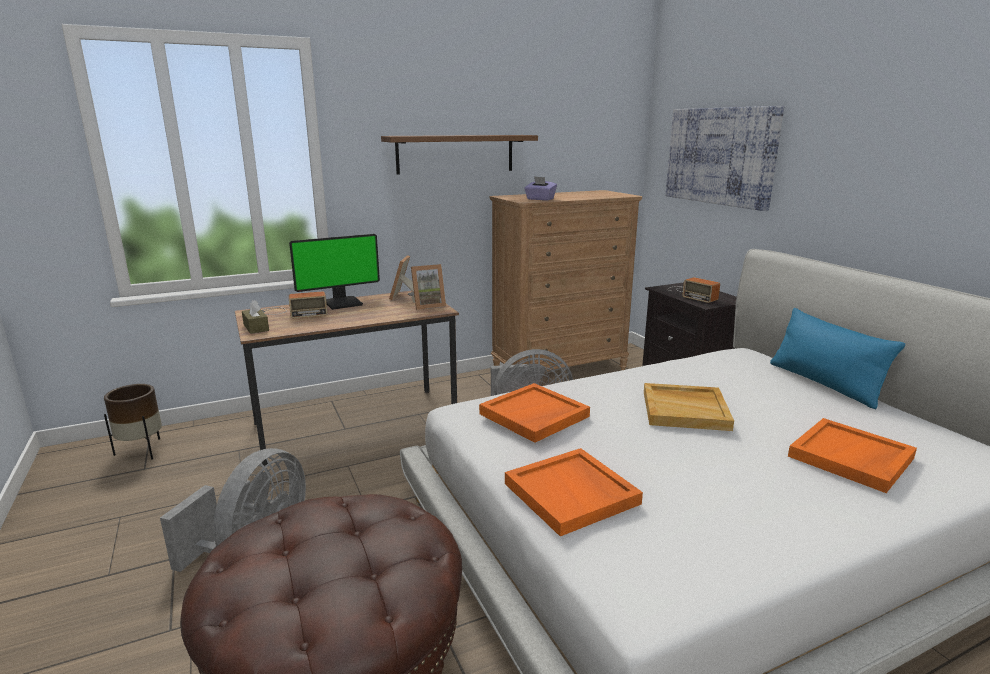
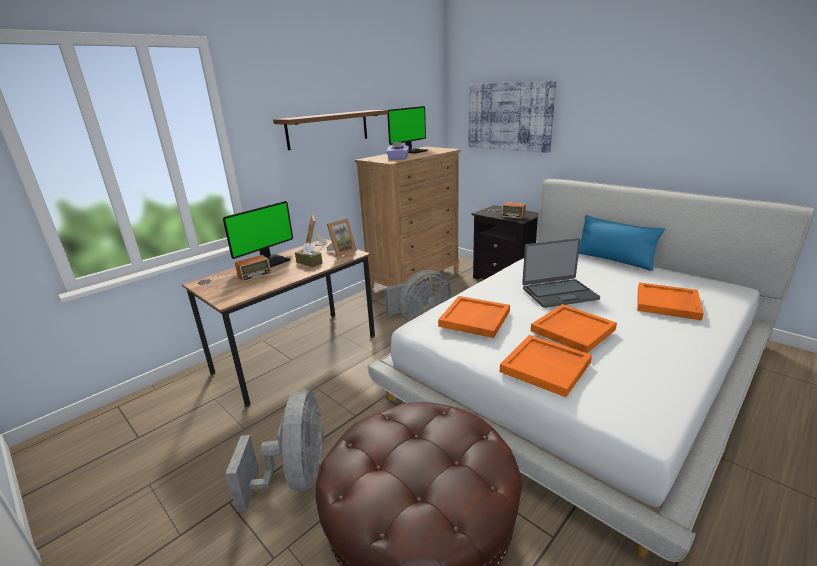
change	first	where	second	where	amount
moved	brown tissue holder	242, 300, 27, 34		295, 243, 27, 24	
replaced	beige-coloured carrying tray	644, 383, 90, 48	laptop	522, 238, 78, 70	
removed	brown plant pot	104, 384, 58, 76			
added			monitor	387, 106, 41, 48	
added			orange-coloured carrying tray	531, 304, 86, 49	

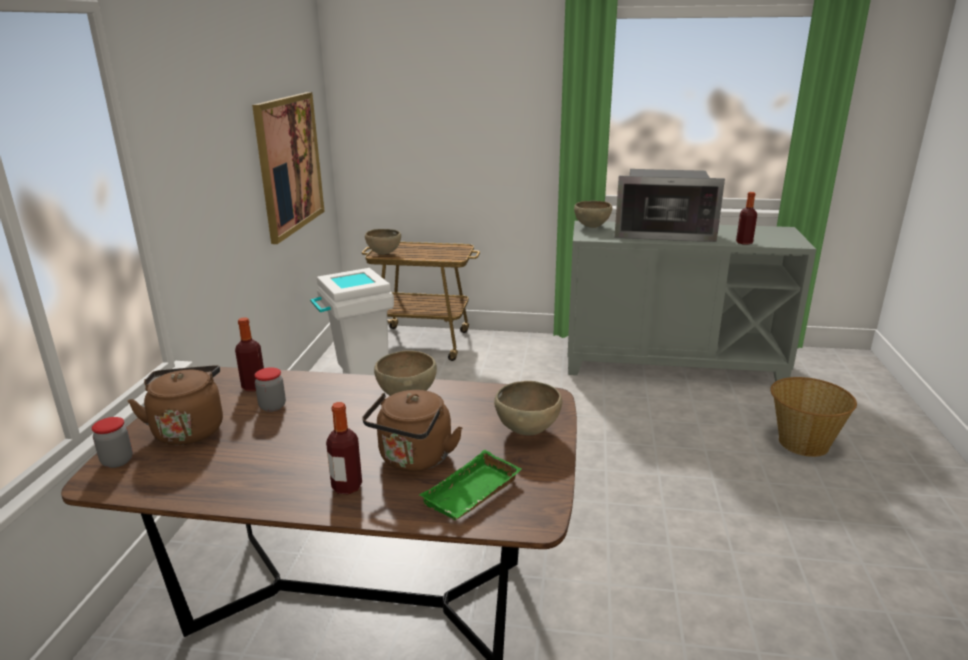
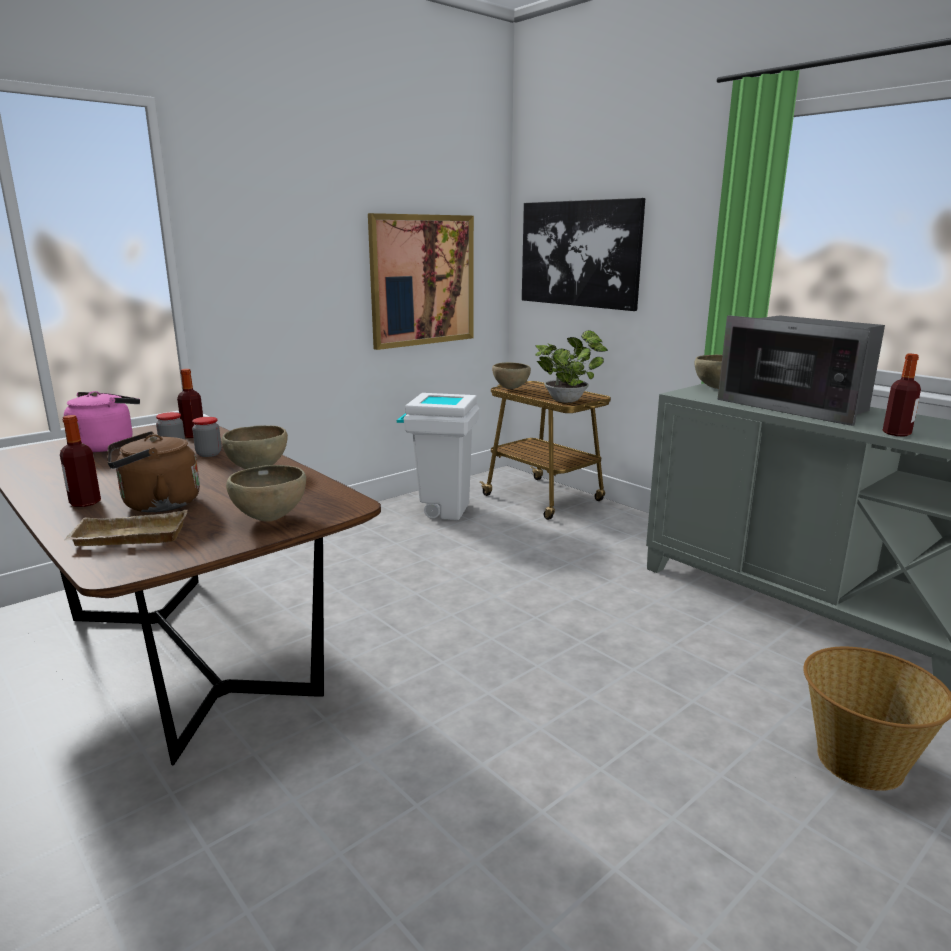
change	first	where	second	where	amount
recoloured	brown water kettle	128, 365, 95, 80	pink water kettle	64, 391, 76, 61	
moved	preserve jar	92, 417, 41, 51		192, 417, 30, 40	
recoloured	green carrying tray	419, 450, 103, 70	beige-coloured carrying tray	64, 510, 124, 36	
added			picture	522, 198, 123, 113	
added			houseplant	535, 330, 73, 73	

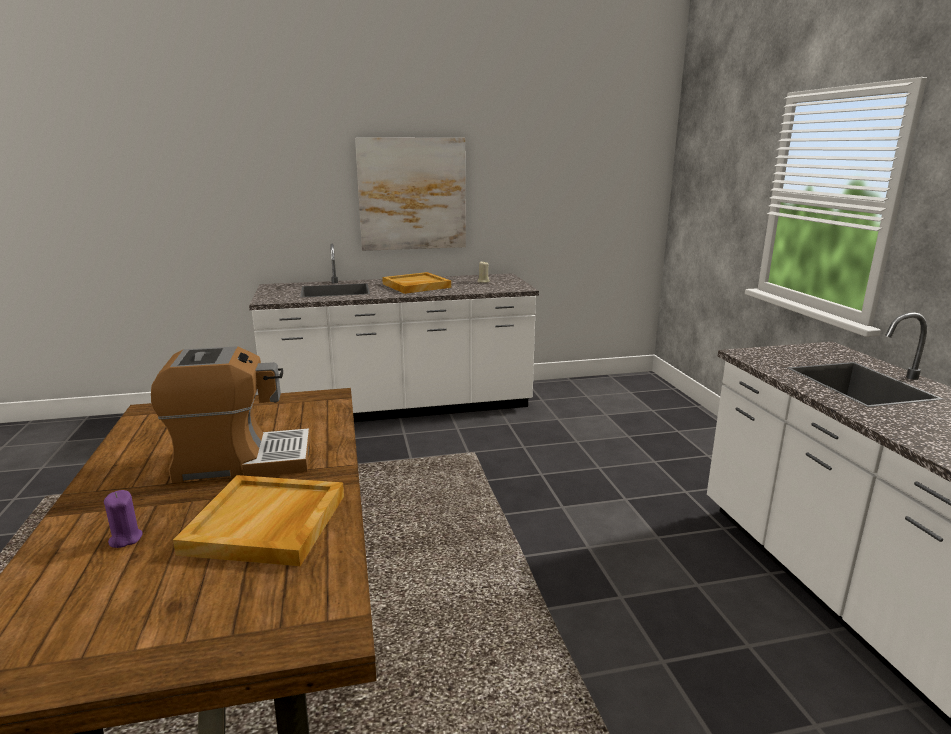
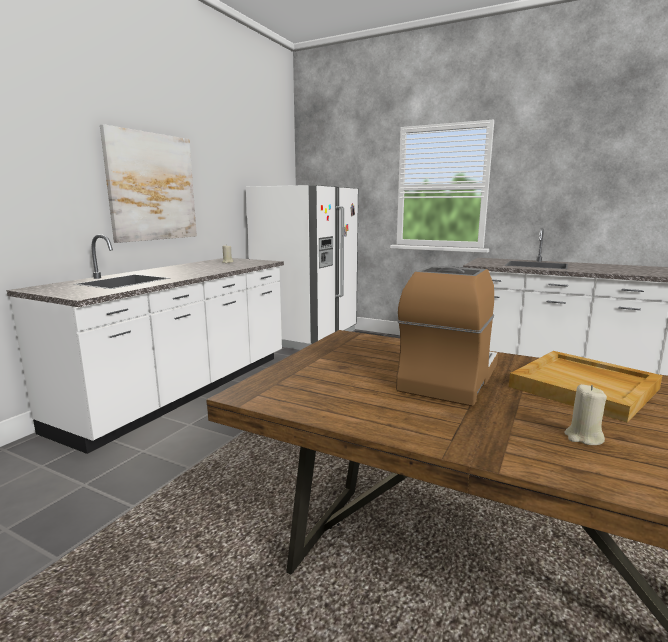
change	first	where	second	where	amount
removed	beige-coloured carrying tray	382, 272, 69, 22			
recoloured	purplish candle	104, 490, 39, 58	beige-coloured candle	565, 384, 42, 61	
added			white-coloured refrigerator	246, 185, 113, 165	

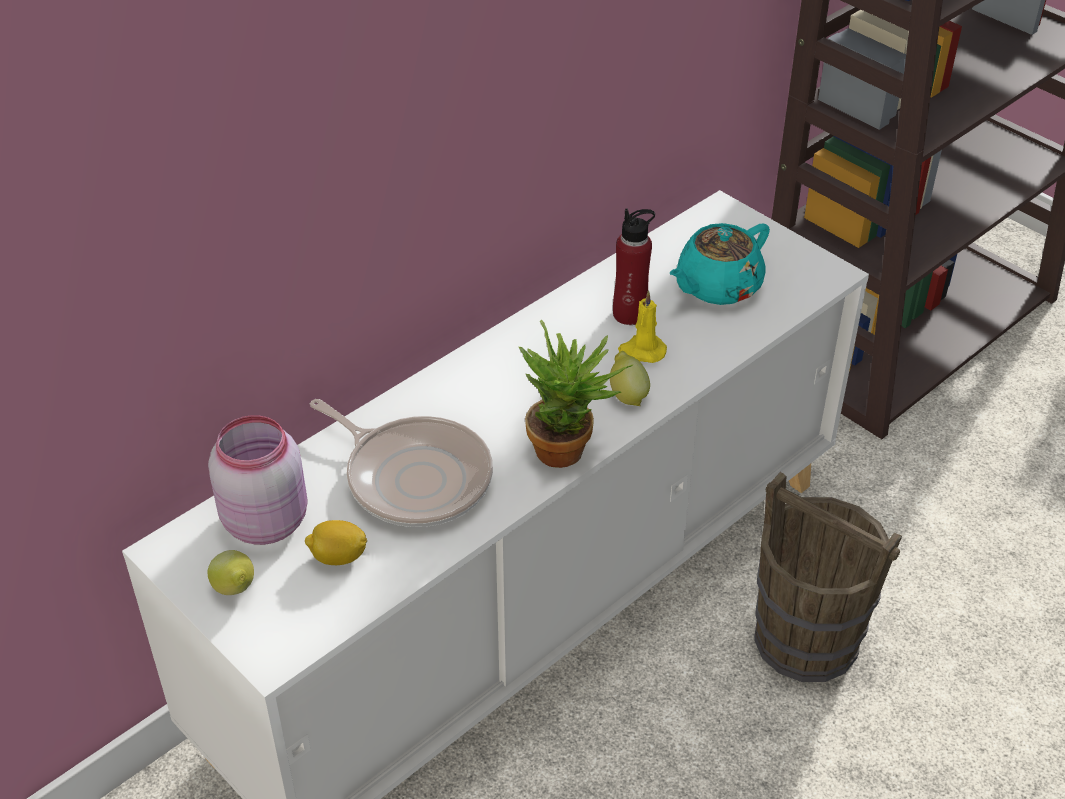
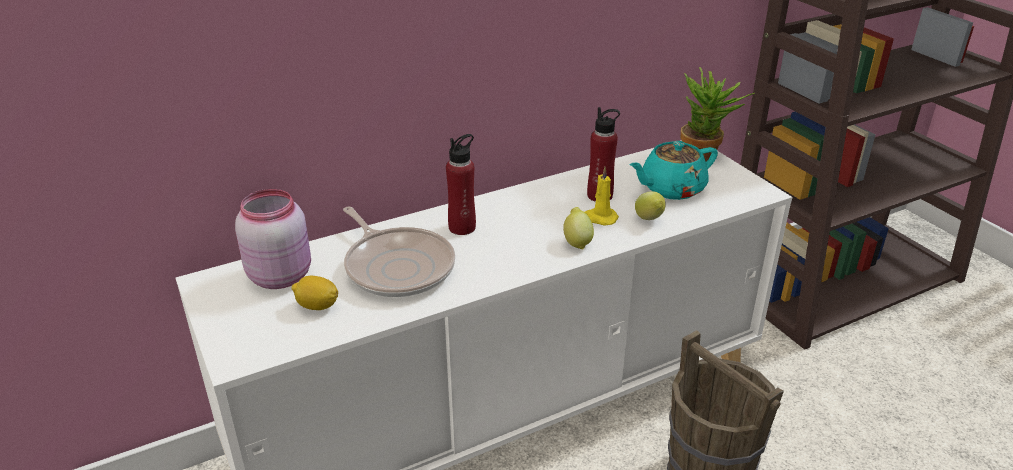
change	first	where	second	where	amount
moved	houseplant	519, 320, 114, 148		681, 67, 74, 95	
moved	citrus fruit	208, 550, 46, 45		635, 191, 31, 29	
added			reddish drink bottle	446, 134, 30, 101	

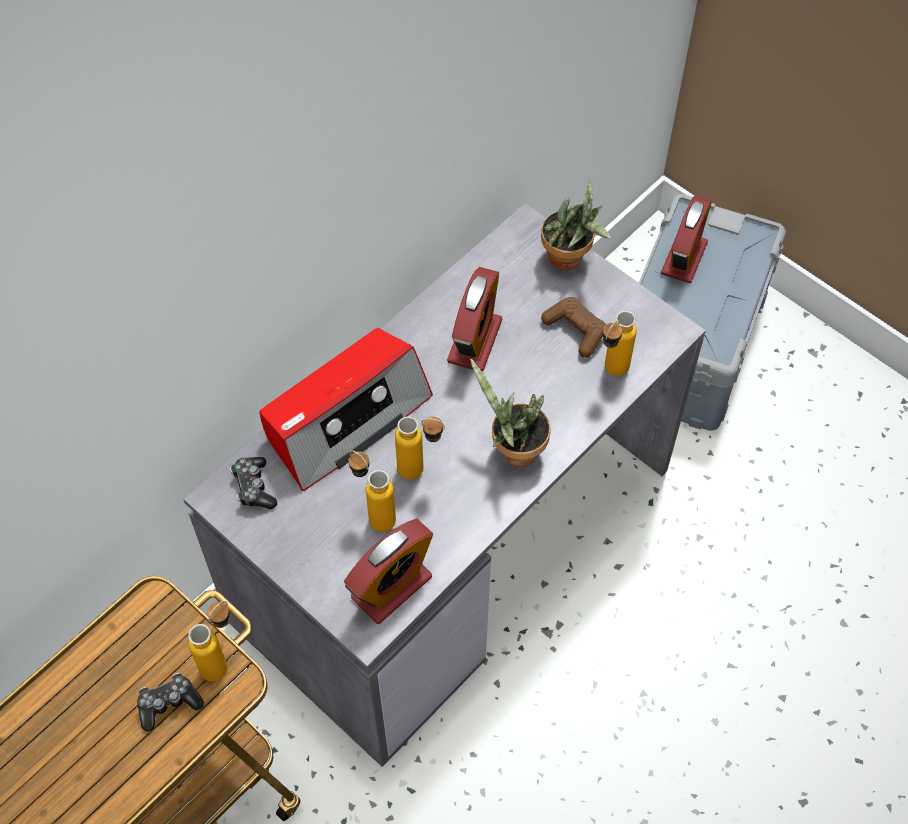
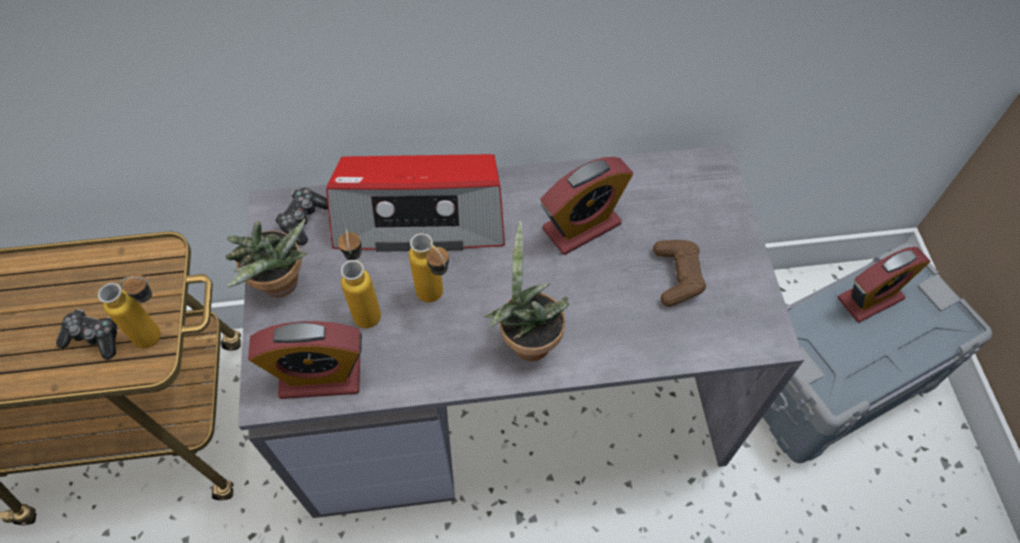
change	first	where	second	where	amount
moved	houseplant	541, 179, 70, 91		225, 219, 83, 79	
removed	drink bottle	602, 311, 35, 65			

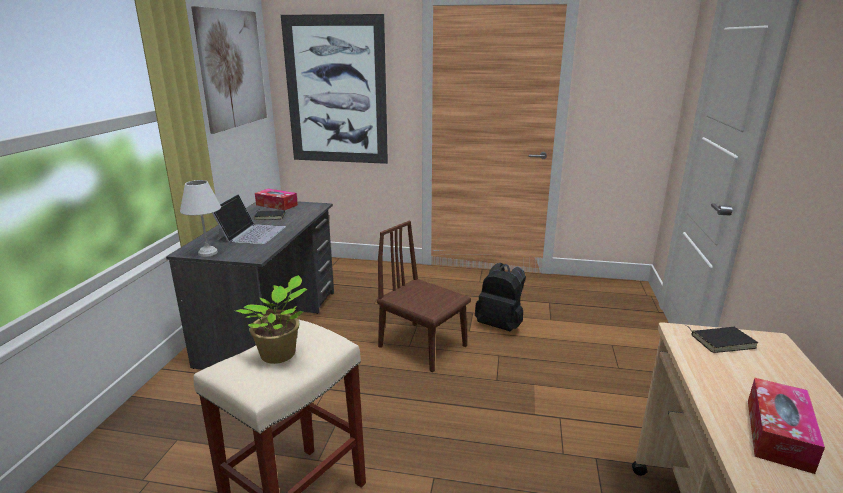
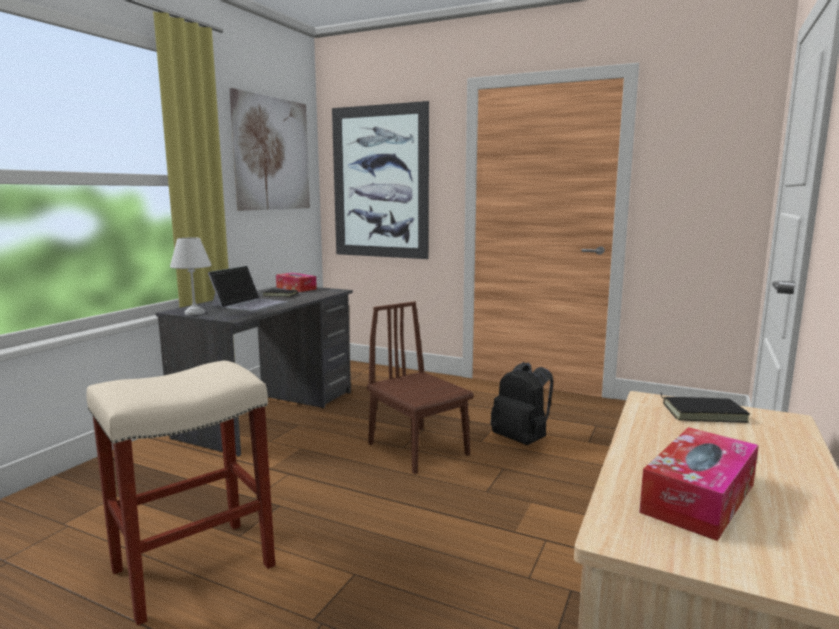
change	first	where	second	where	amount
removed	houseplant	236, 275, 71, 89			

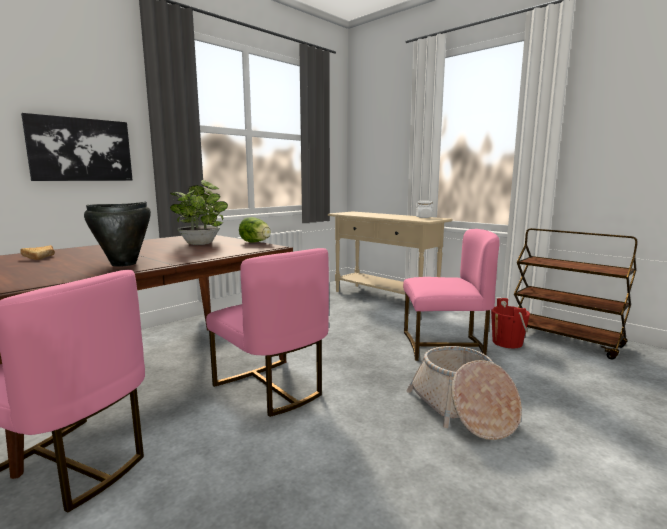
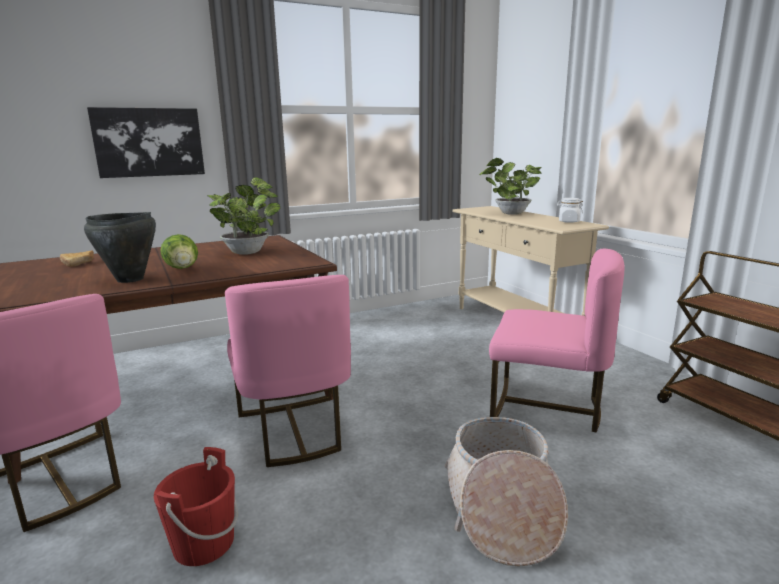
change	first	where	second	where	amount
moved	lettuce	239, 217, 32, 26		160, 234, 38, 35	
moved	reddish water bucket	491, 298, 39, 50		154, 447, 84, 119	
added			houseplant	479, 158, 63, 57	

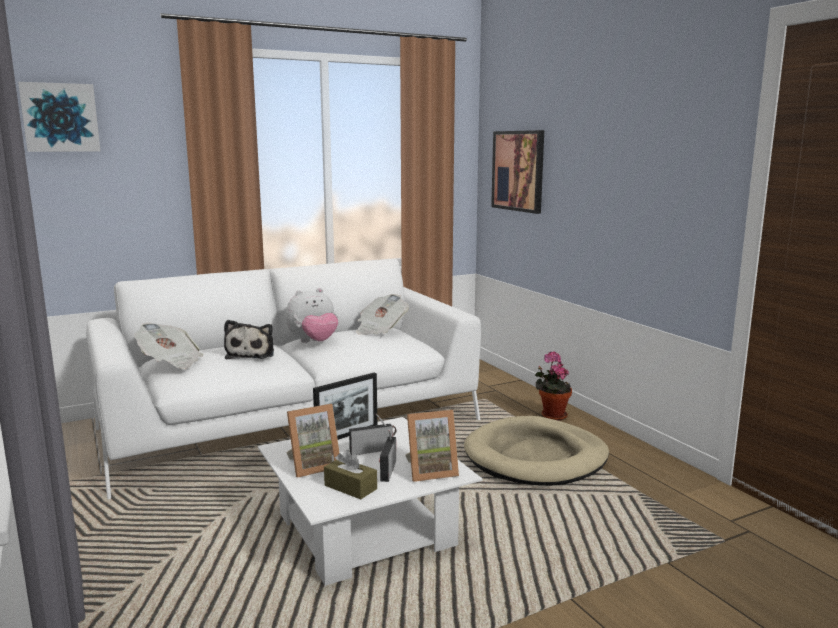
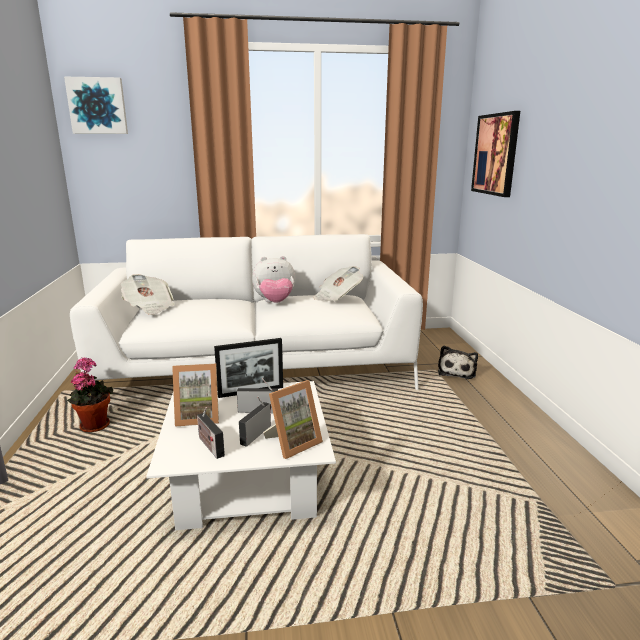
change	first	where	second	where	amount
moved	cuddly toy	224, 320, 50, 39		438, 346, 40, 33	
moved	houseplant	535, 351, 37, 70		67, 358, 46, 74	
turned	photo frame	405, 410, 54, 72		263, 380, 60, 79	45 degrees counterclockwise
removed	beige-coloured dog cushion	464, 416, 145, 70			
replaced	brown tissue holder	324, 450, 53, 49	radio receiver	197, 407, 28, 52	

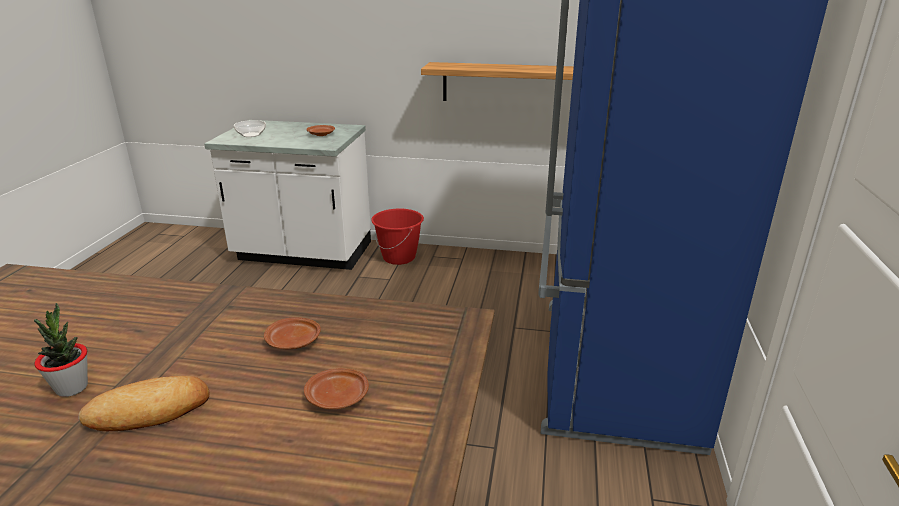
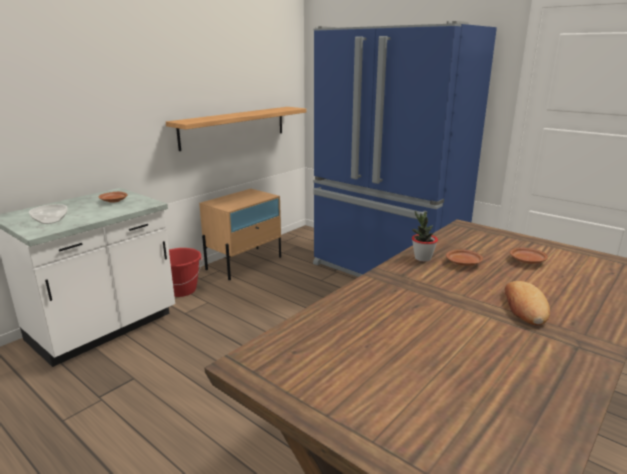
change	first	where	second	where	amount
moved	houseplant	34, 303, 54, 94		412, 211, 26, 51	
added			beige-coloured night table	199, 189, 82, 91	

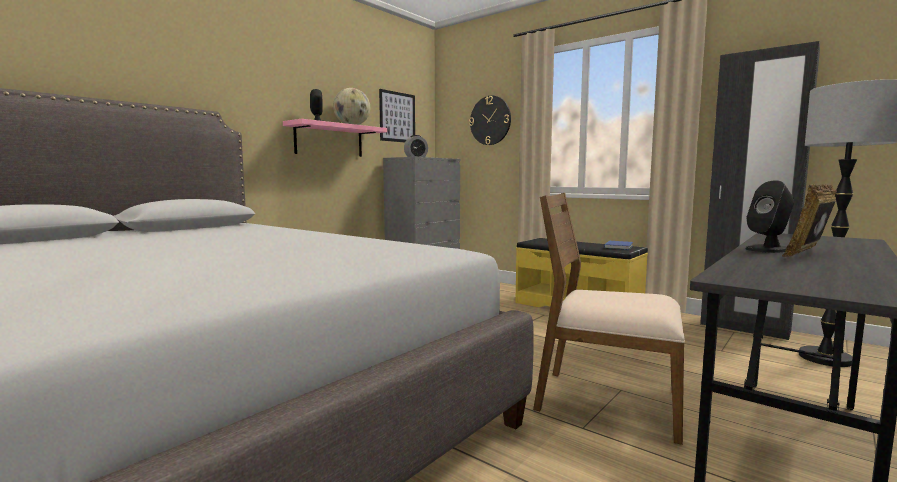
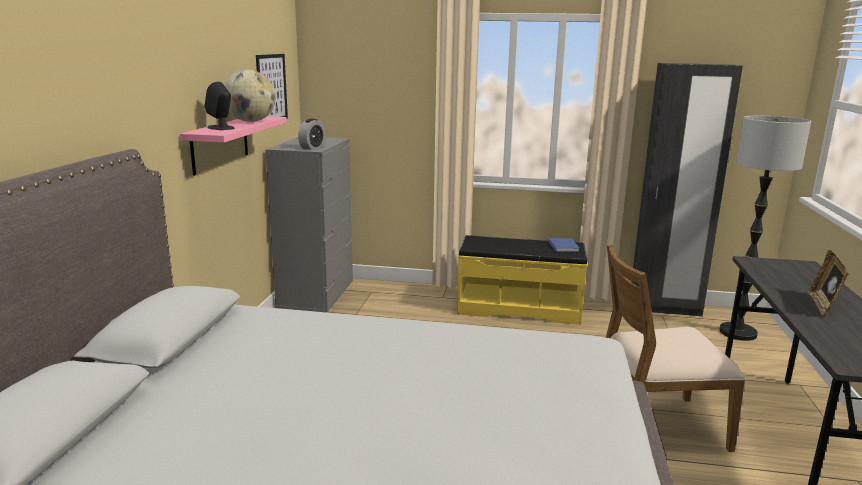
change	first	where	second	where	amount
removed	clock on the wall	469, 96, 42, 49			
removed	blackish audio speaker	746, 180, 48, 73			

